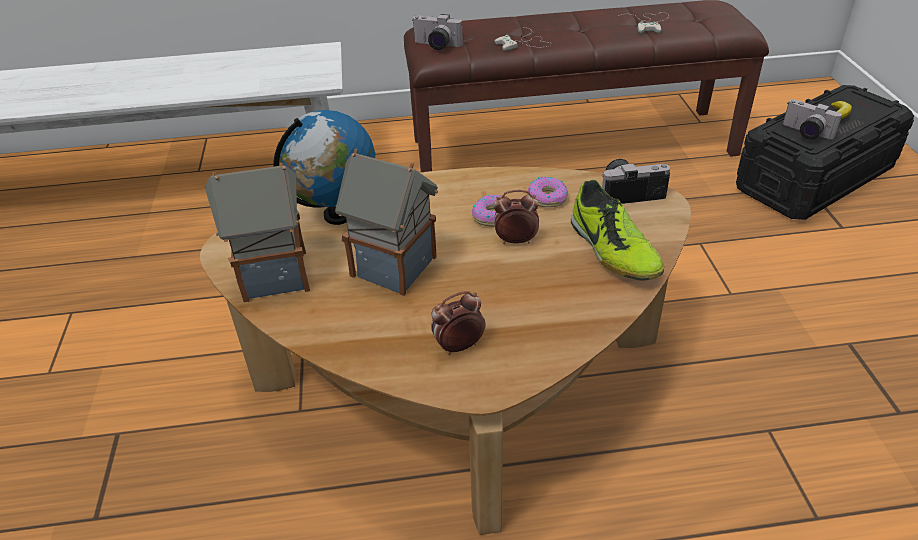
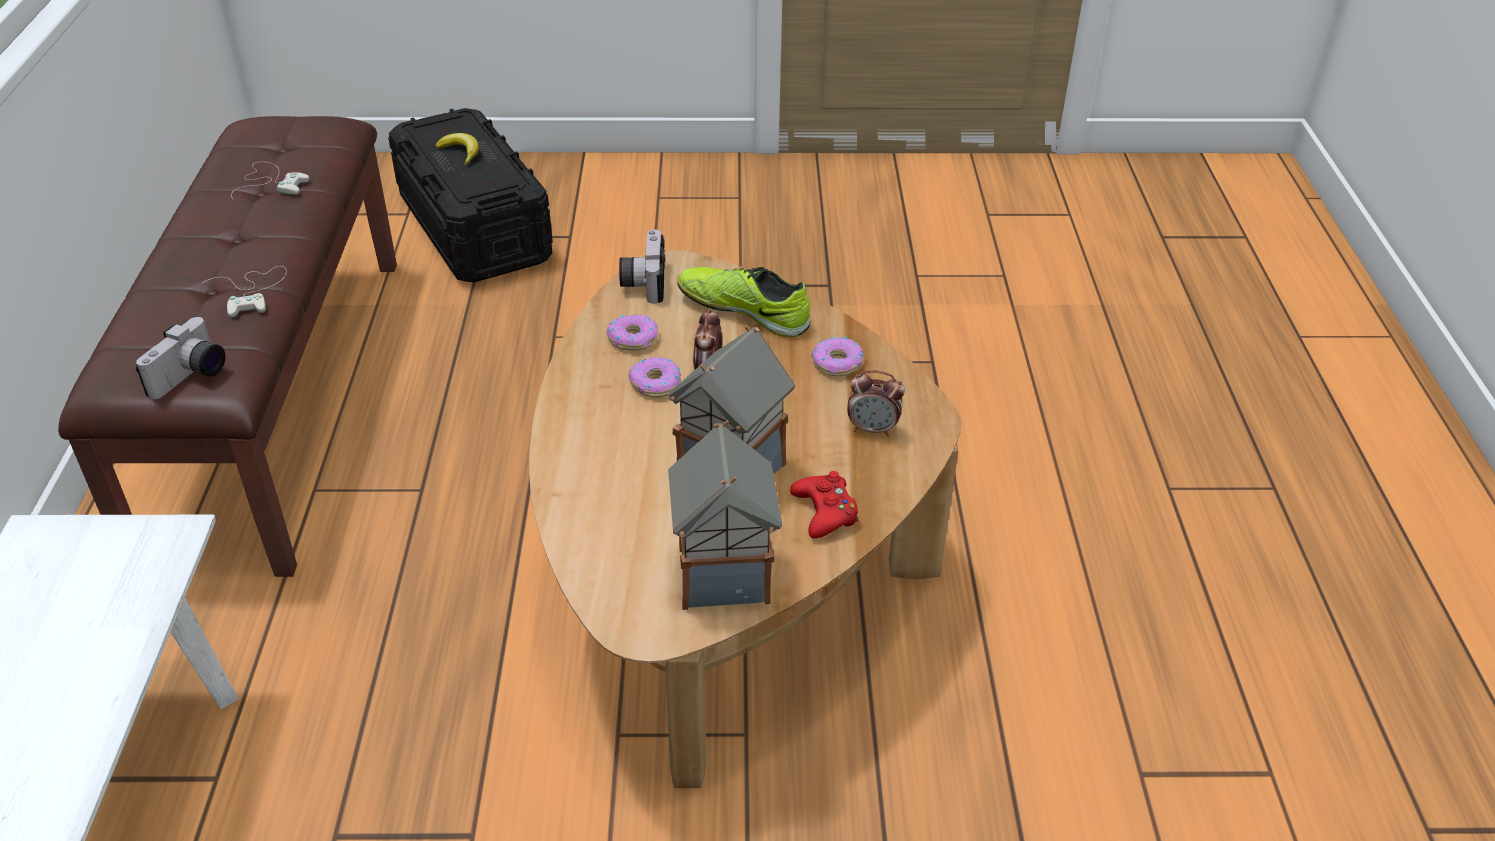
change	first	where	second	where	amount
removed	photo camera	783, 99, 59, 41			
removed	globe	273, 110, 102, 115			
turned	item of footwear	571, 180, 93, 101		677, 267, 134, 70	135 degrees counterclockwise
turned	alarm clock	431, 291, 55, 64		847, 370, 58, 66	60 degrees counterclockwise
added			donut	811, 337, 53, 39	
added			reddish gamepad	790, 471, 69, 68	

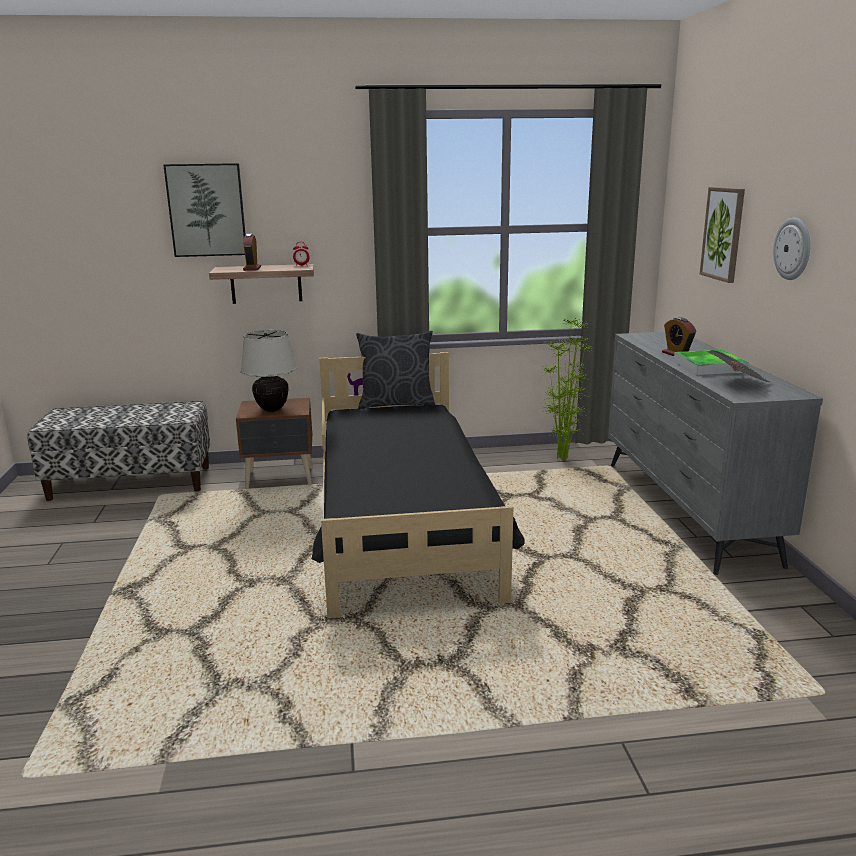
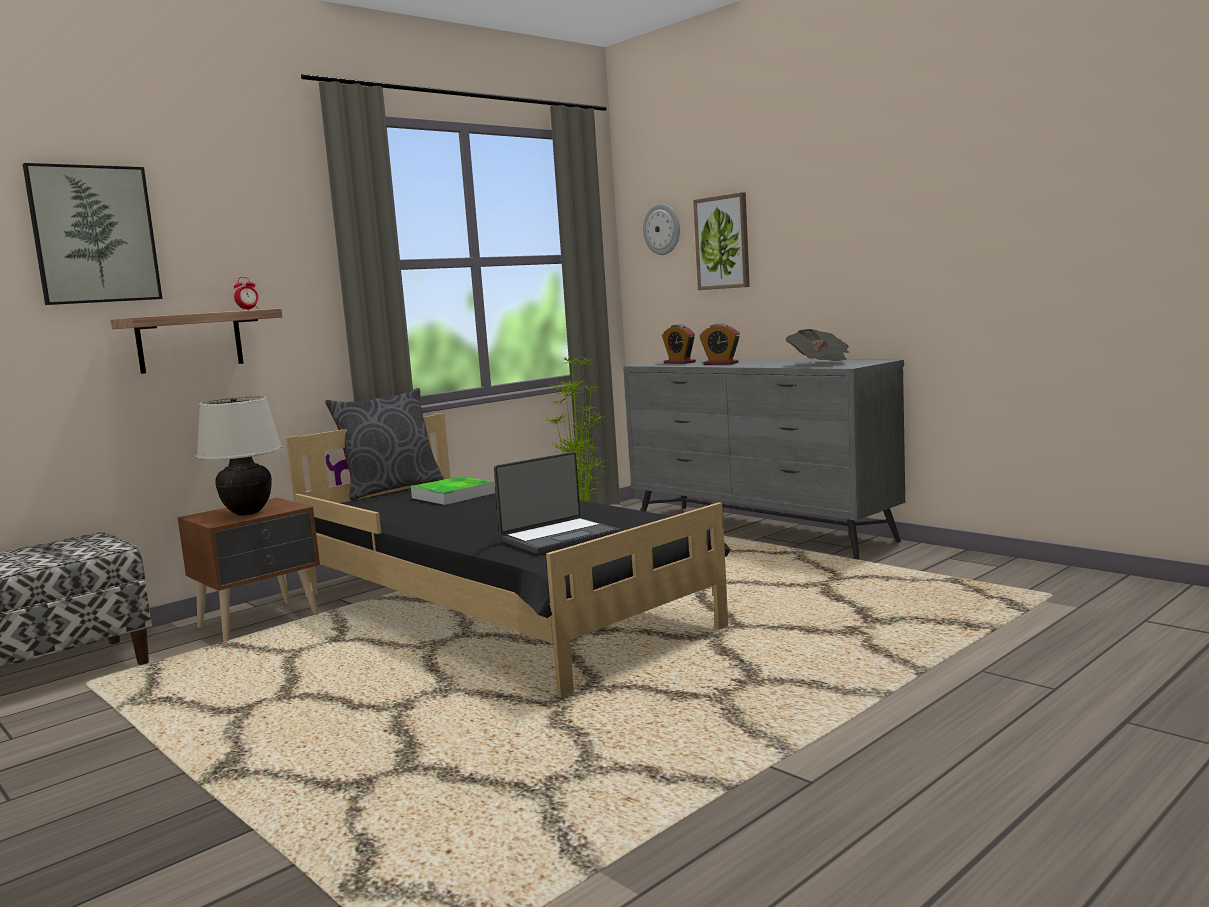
change	first	where	second	where	amount
moved	clock on the wall	773, 218, 37, 62		643, 203, 37, 52	
moved	alarm clock	243, 234, 18, 37		662, 324, 34, 40	
moved	carrying tray	674, 350, 75, 25		411, 476, 84, 29	
added			laptop	494, 452, 125, 102	

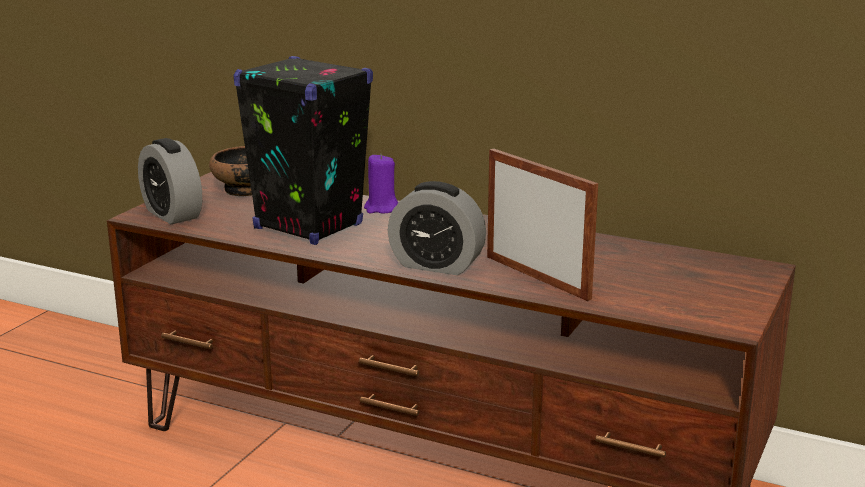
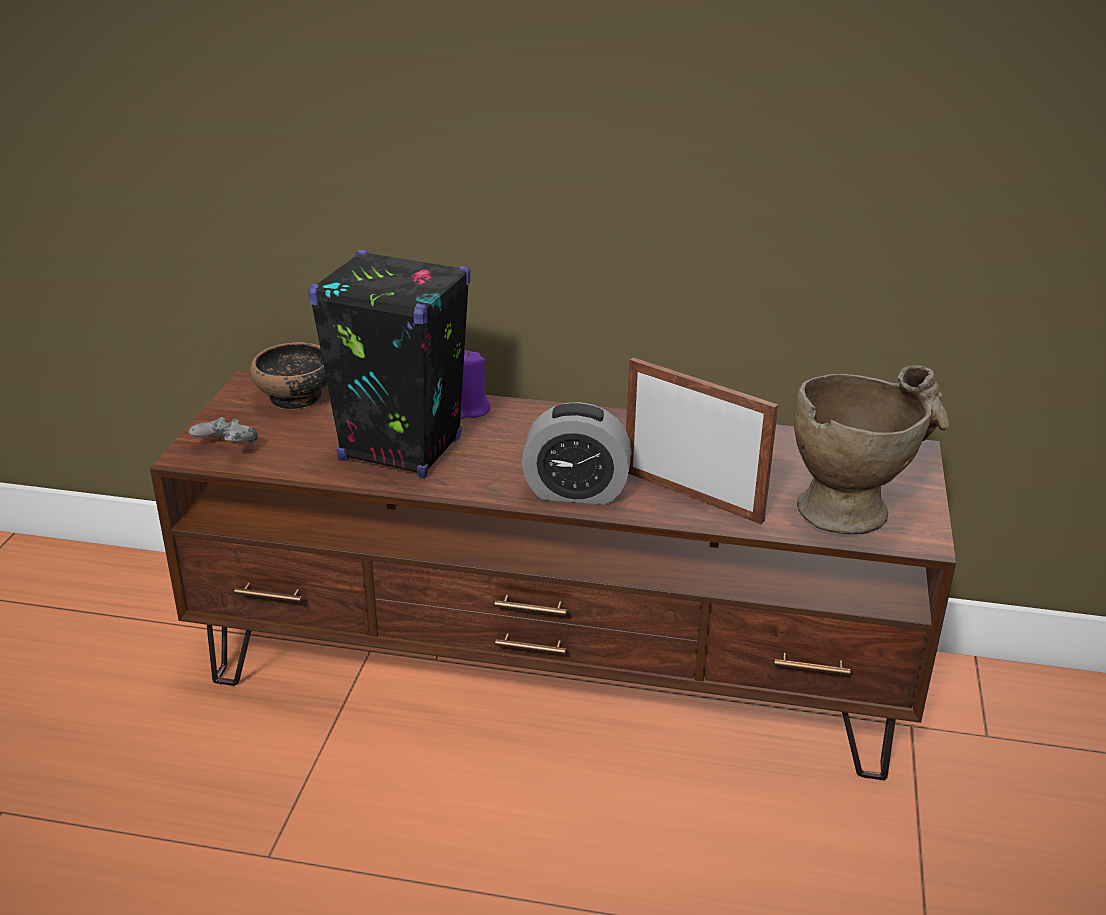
change	first	where	second	where	amount
replaced	alarm clock	138, 138, 64, 86	gray gamepad	189, 417, 69, 27	
added			beige-coloured decorative vase	794, 365, 155, 169	

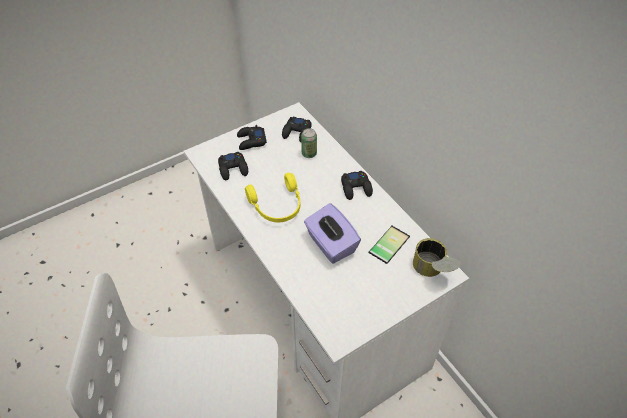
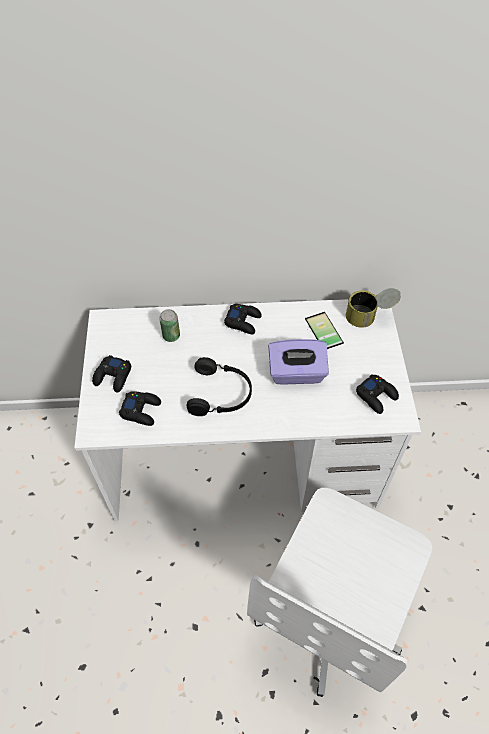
change	first	where	second	where	amount
moved	blackish gamepad	282, 117, 30, 25		356, 374, 43, 40	
recoloured	yellow-coloured headset	245, 173, 55, 49	blackish headset	187, 357, 65, 59	

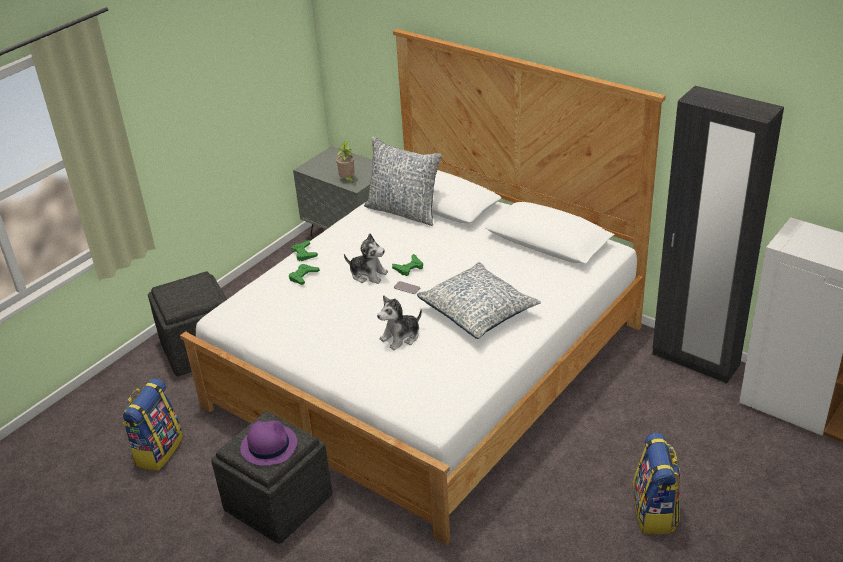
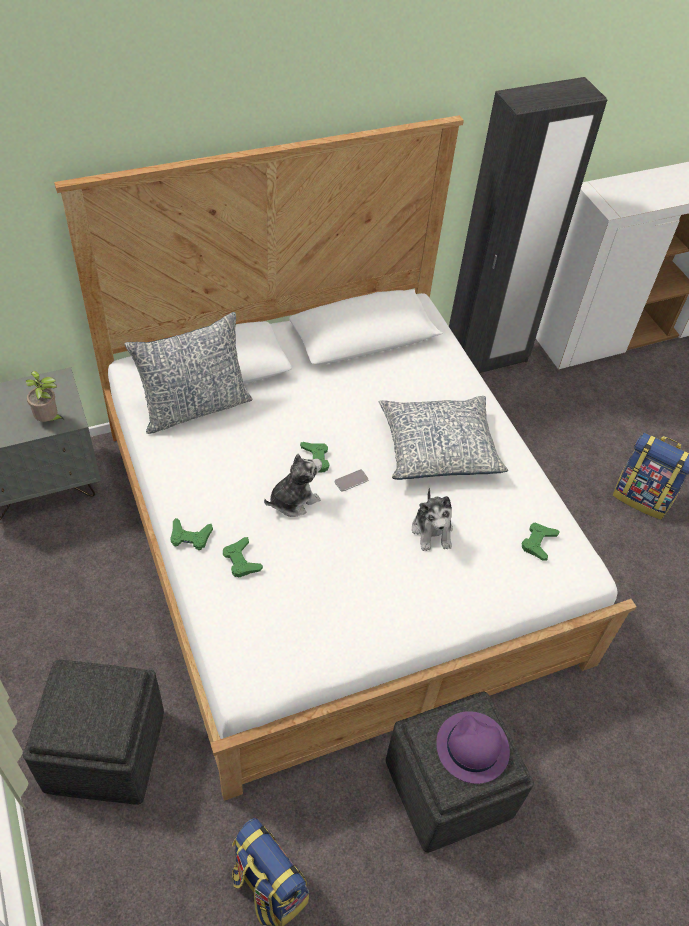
change	first	where	second	where	amount
added			green gamepad	522, 523, 38, 38	

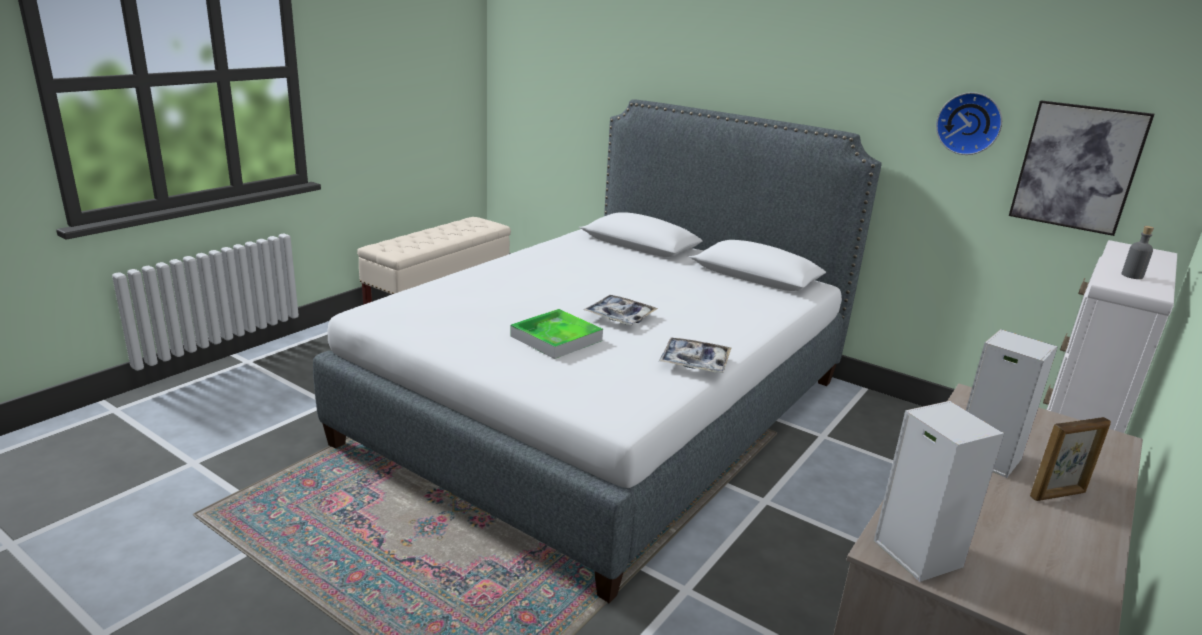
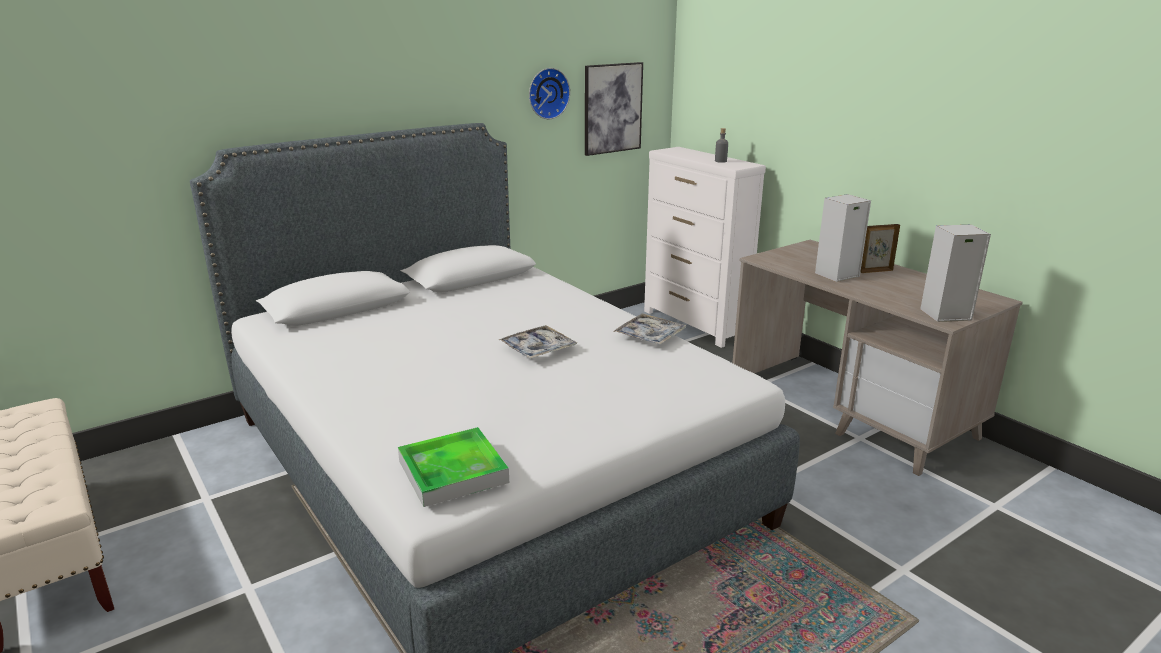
change	first	where	second	where	amount
moved	carrying tray	510, 309, 93, 50		398, 427, 111, 80	
turned	photo frame	1030, 417, 81, 84		860, 224, 40, 49	105 degrees counterclockwise

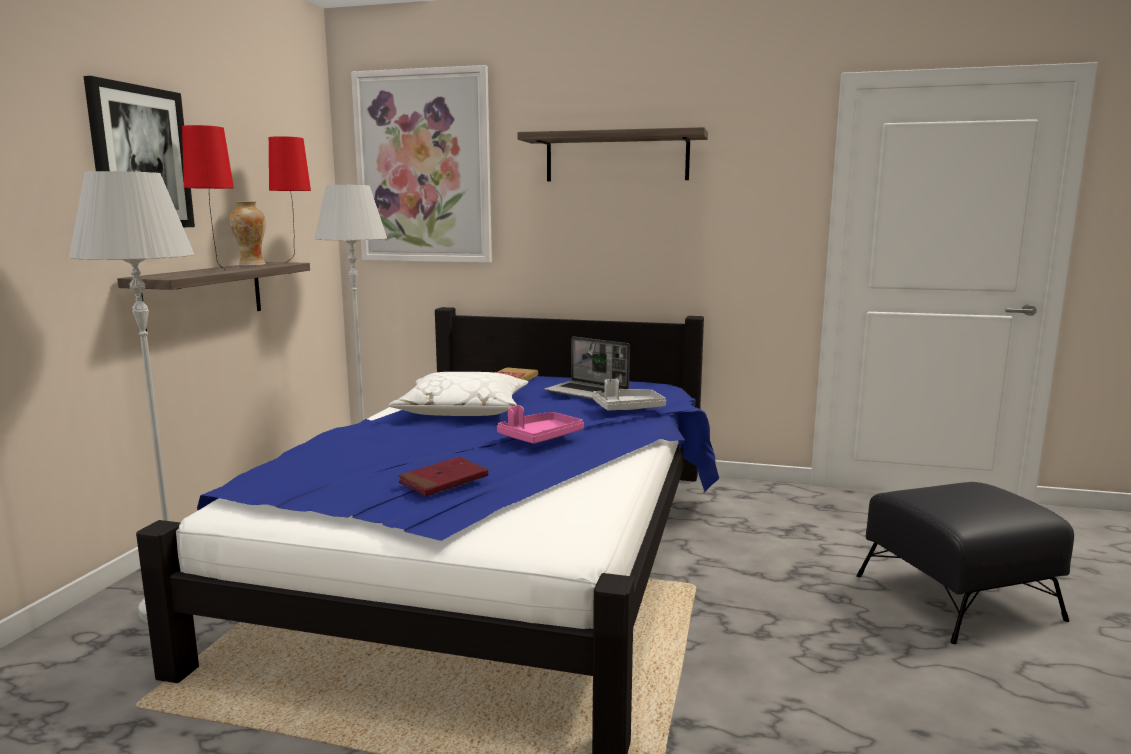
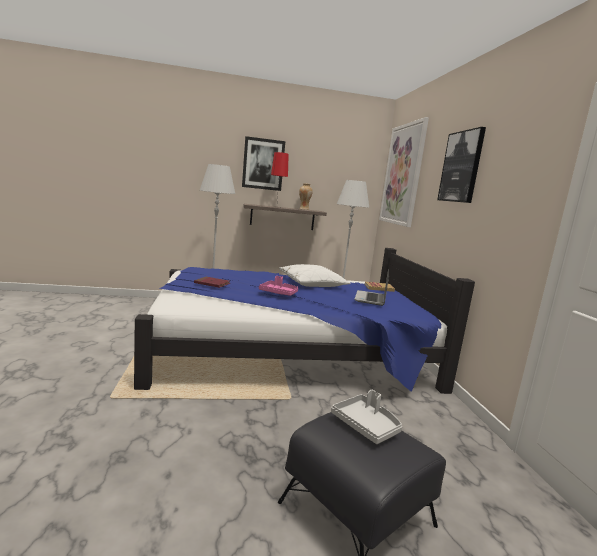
change	first	where	second	where	amount
replaced	wall shelf	517, 127, 191, 54	picture	437, 127, 49, 76	
removed	reddish tabletop lamp	269, 136, 42, 127			
moved	gray carrying tray	592, 379, 74, 32		331, 390, 71, 54	

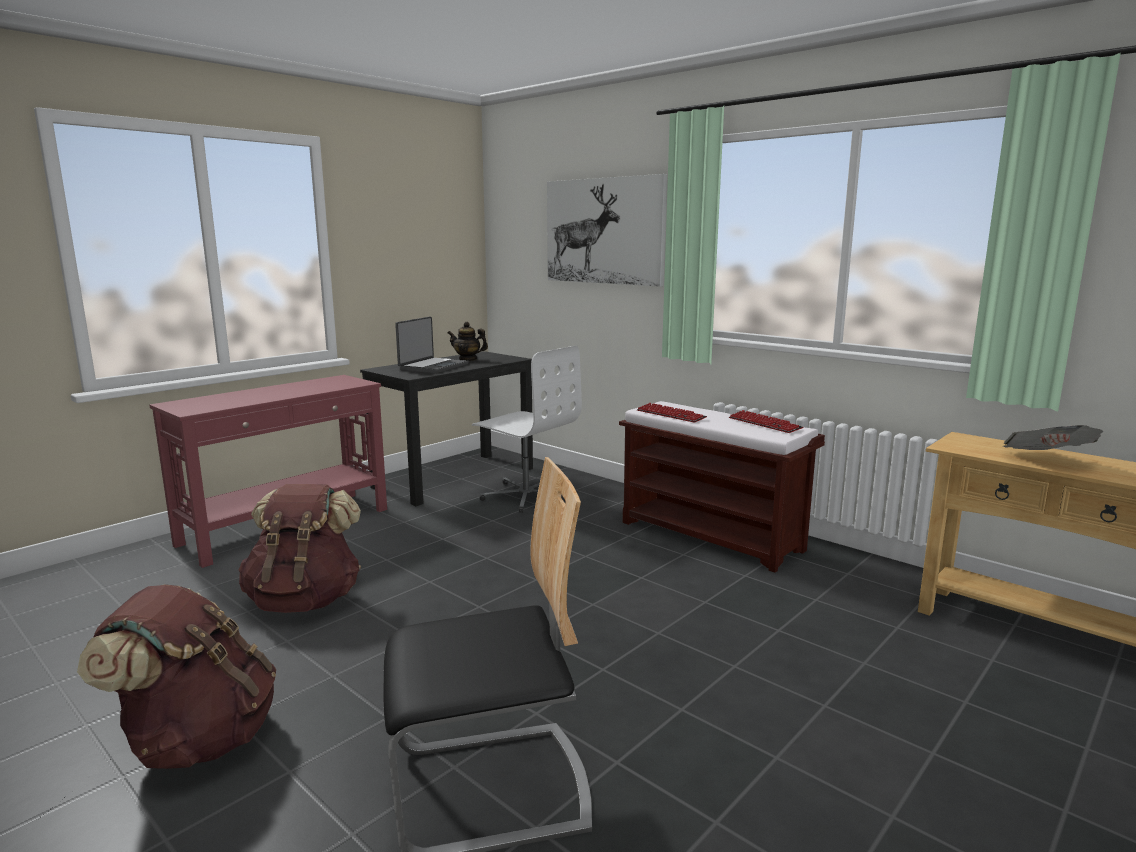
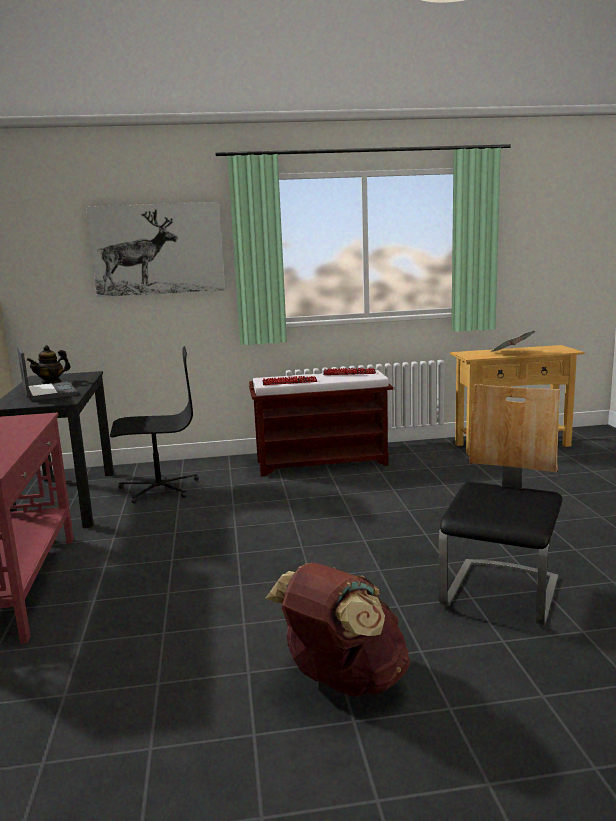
change	first	where	second	where	amount
recoloured	white-coloured computer chair	472, 345, 110, 168	blackish computer chair	110, 346, 89, 158	
removed	brown backpack	239, 484, 122, 129			

